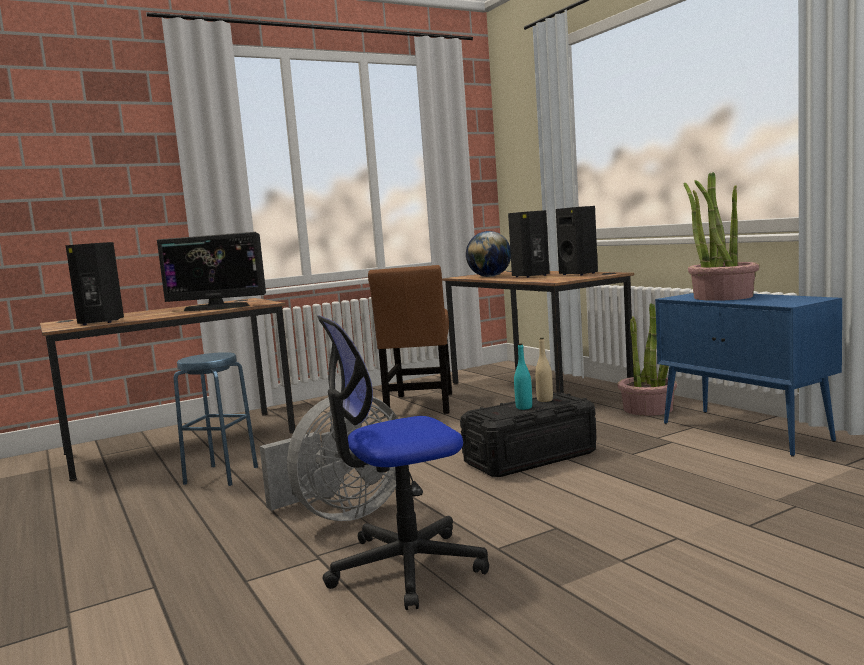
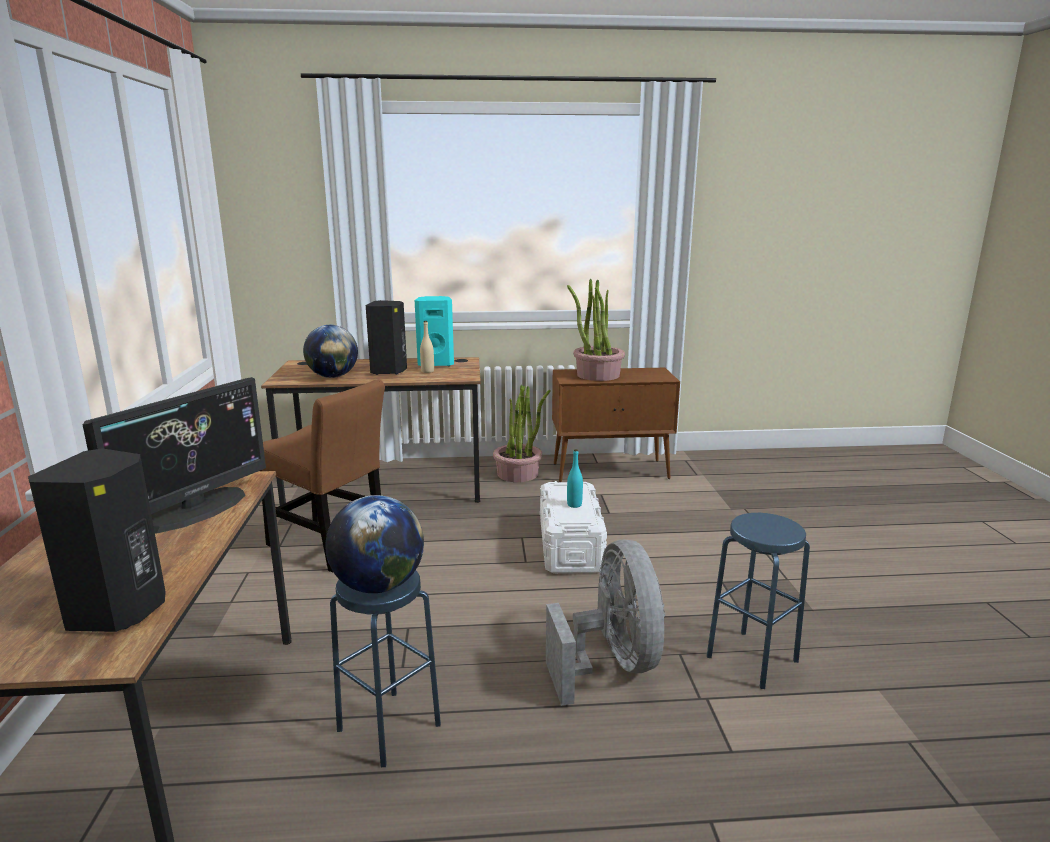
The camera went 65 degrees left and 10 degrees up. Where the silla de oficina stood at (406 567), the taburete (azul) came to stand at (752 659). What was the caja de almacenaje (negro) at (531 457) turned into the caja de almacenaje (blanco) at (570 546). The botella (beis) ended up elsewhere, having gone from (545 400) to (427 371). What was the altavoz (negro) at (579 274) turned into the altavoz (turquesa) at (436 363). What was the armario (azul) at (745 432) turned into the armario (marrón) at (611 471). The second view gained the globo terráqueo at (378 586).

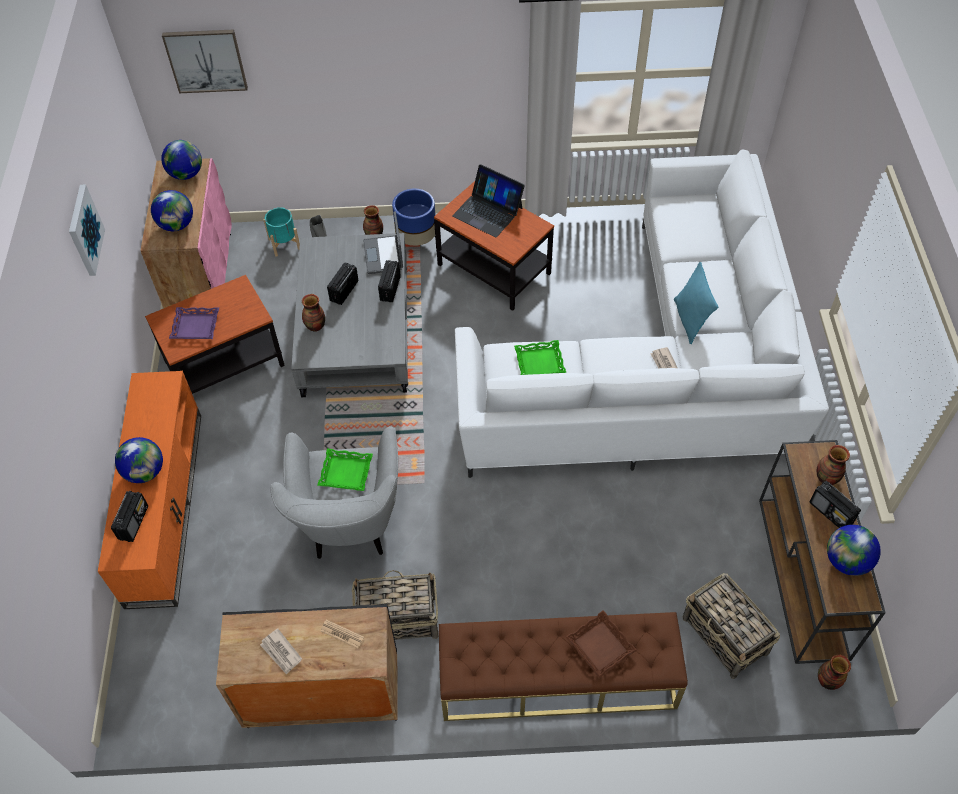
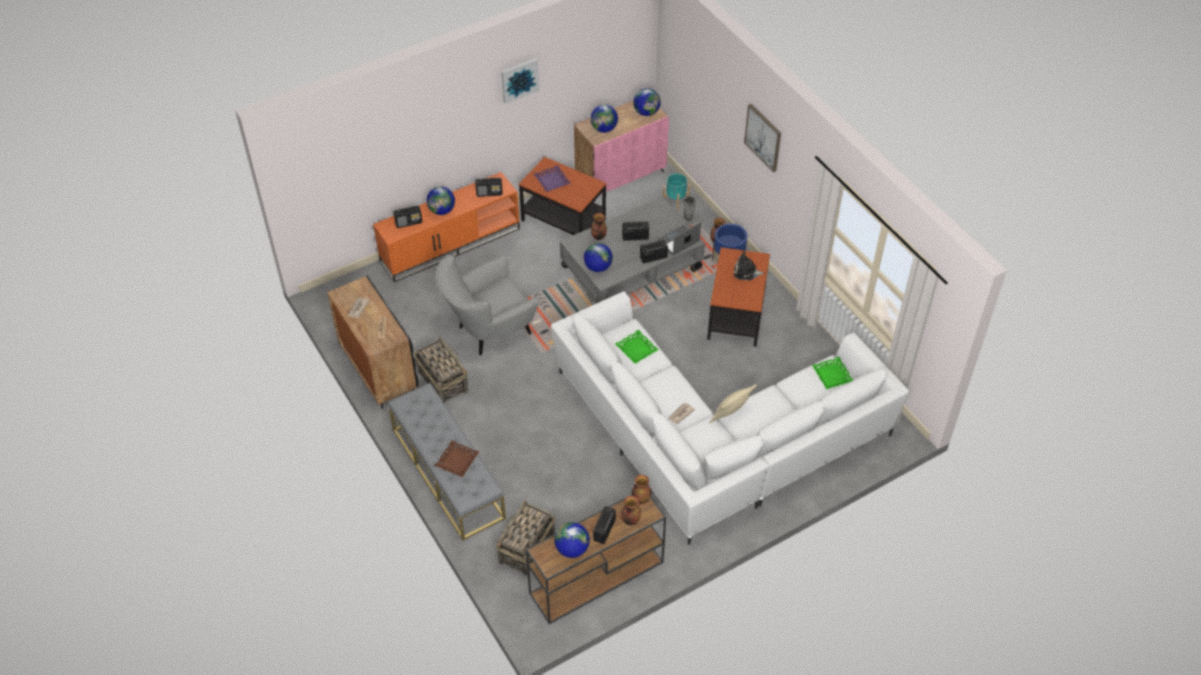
The camera went 60 degrees right and 5 degrees down. The cuadro ended up elsewhere, having gone from (206 60) to (763 137). The bandeja (verde) ended up elsewhere, having gone from (345 473) to (831 375). What was the banco (marrón) at (557 680) turned into the banco (gris) at (447 473). Where the portátil stood at (488 211), the peluche came to stand at (746 272). What was the cojín (turquesa) at (690 320) turned into the cojín (beis) at (730 415). The florero ended up elsewhere, having gone from (827 680) to (640 498). The second view gained the radio at (489 193). The second view gained the globo terráqueo at (597 267).

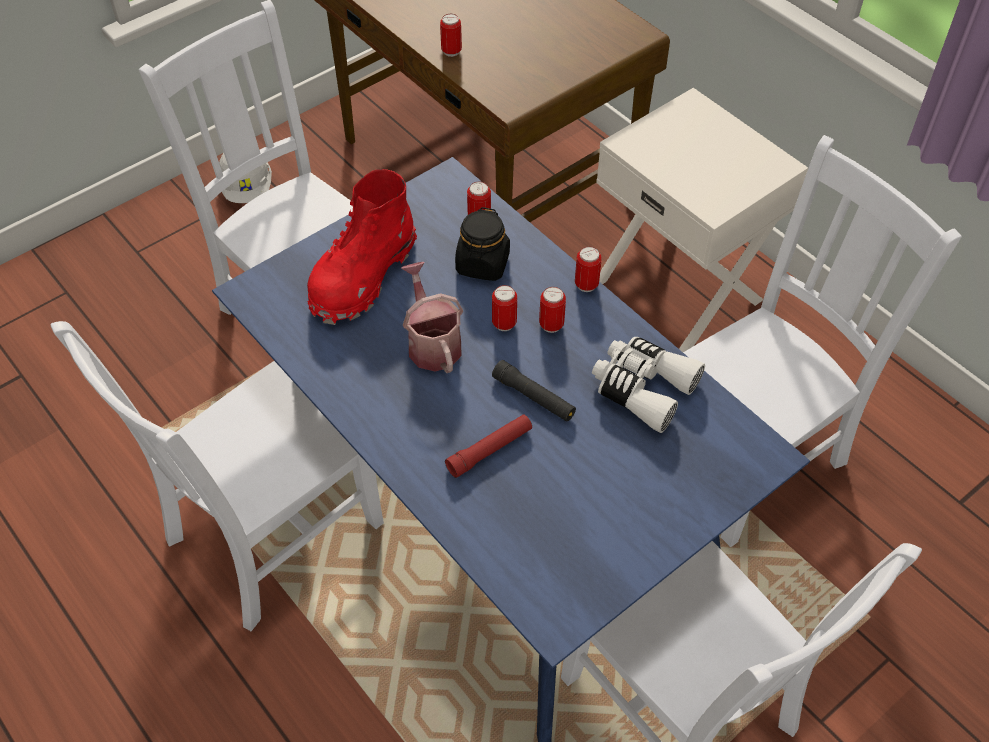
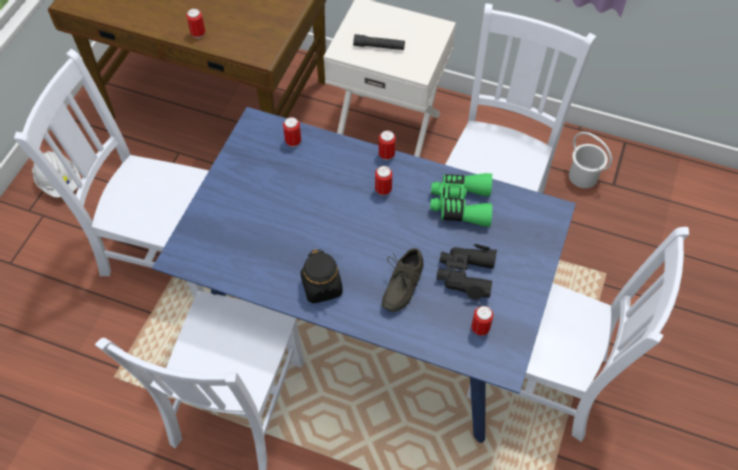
The camera went 30 degrees left and 5 degrees up. The second view lost the bota (rojo) at (362 277). The second view lost the regadera at (432 342). Where the linterna (rojo) stood at (490 450), the zapato (gris) came to stand at (400 285). The tarro (negro) ended up elsewhere, having gone from (482 264) to (322 287). The lata ended up elsewhere, having gone from (504 323) to (480 328). The linterna (negro) ended up elsewhere, having gone from (534 397) to (379 46). What was the prismáticos (blanco) at (642 388) turned into the prismáticos (verde) at (460 204). The second view gained the prismáticos (negro) at (465 274). The second view gained the cubo (blanco) at (583 176).

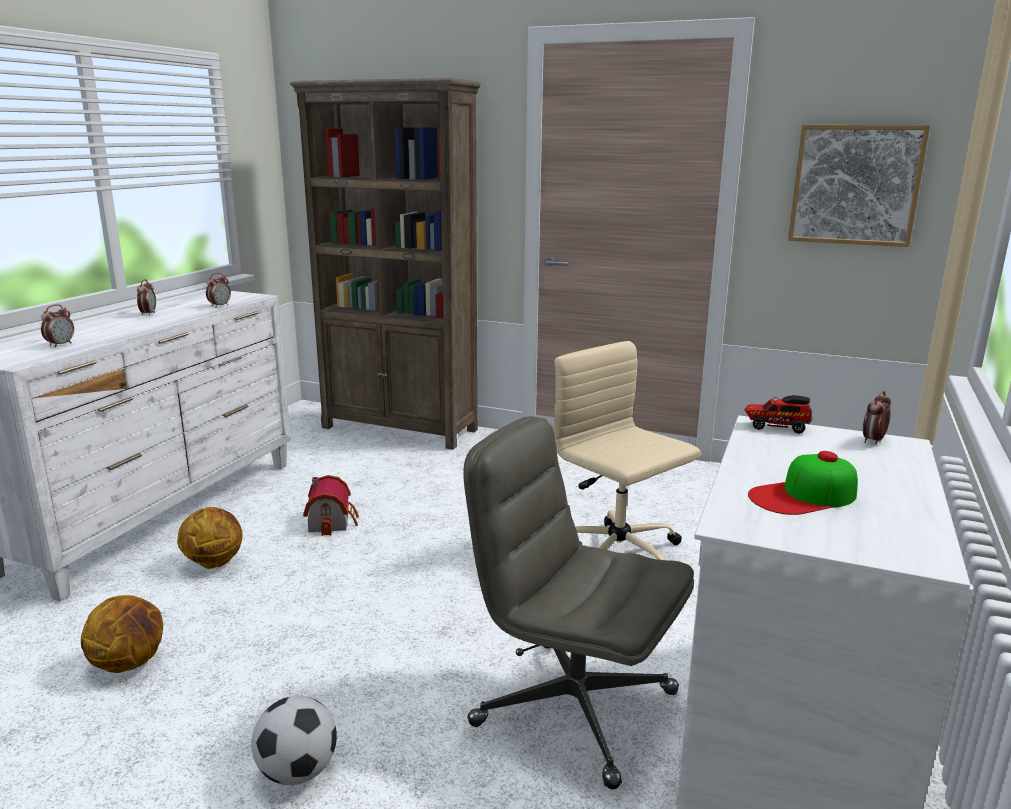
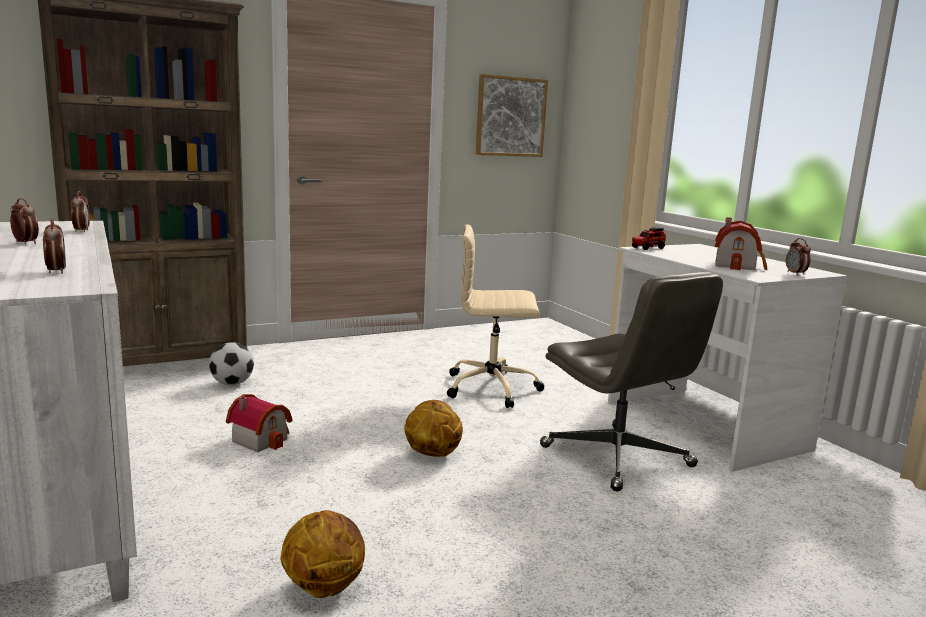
The camera went 50 degrees left and 5 degrees down. The balón de baloncesto ended up elsewhere, having gone from (214 562) to (432 454). The balón de fútbol ended up elsewhere, having gone from (297 772) to (232 383). The silla de oficina (gris) at (572 707) ended up facing another way, 105 degrees counterclockwise from before. Where the gorra stood at (803 496), the casita came to stand at (738 265). The despertador ended up elsewhere, having gone from (873 441) to (795 274).

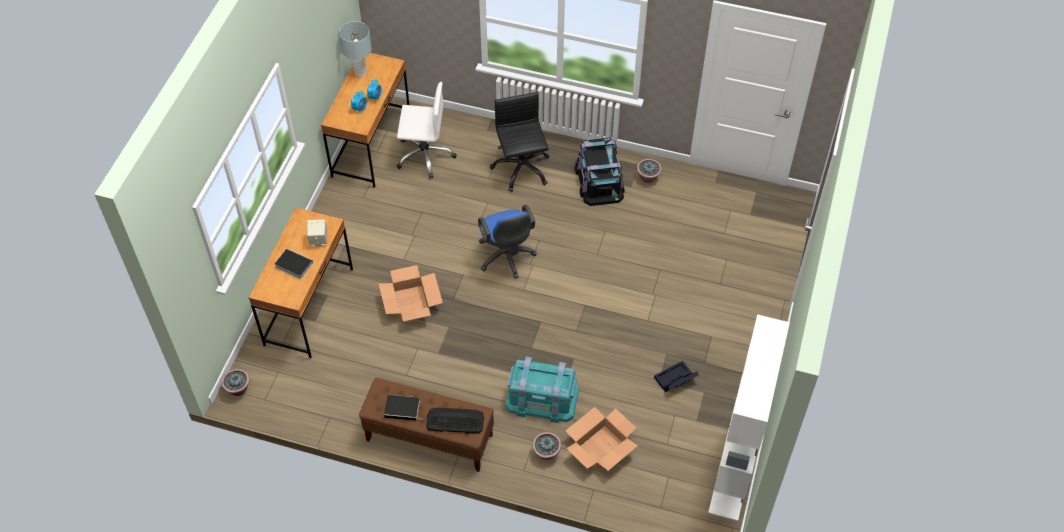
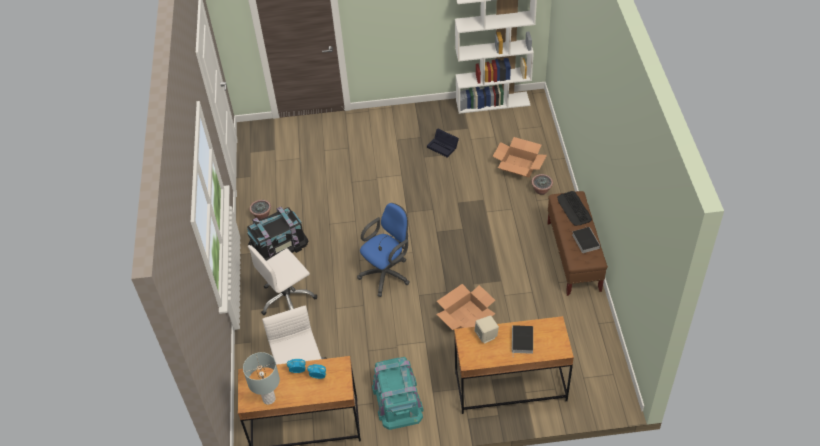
The camera went 110 degrees left and 5 degrees down. The second view lost the planta en maceta at (238 389). What was the silla de oficina (negro) at (521 169) turned into the silla de oficina (blanco) at (287 299). The caja de almacenaje (turquesa) ended up elsewhere, having gone from (541 398) to (398 399).

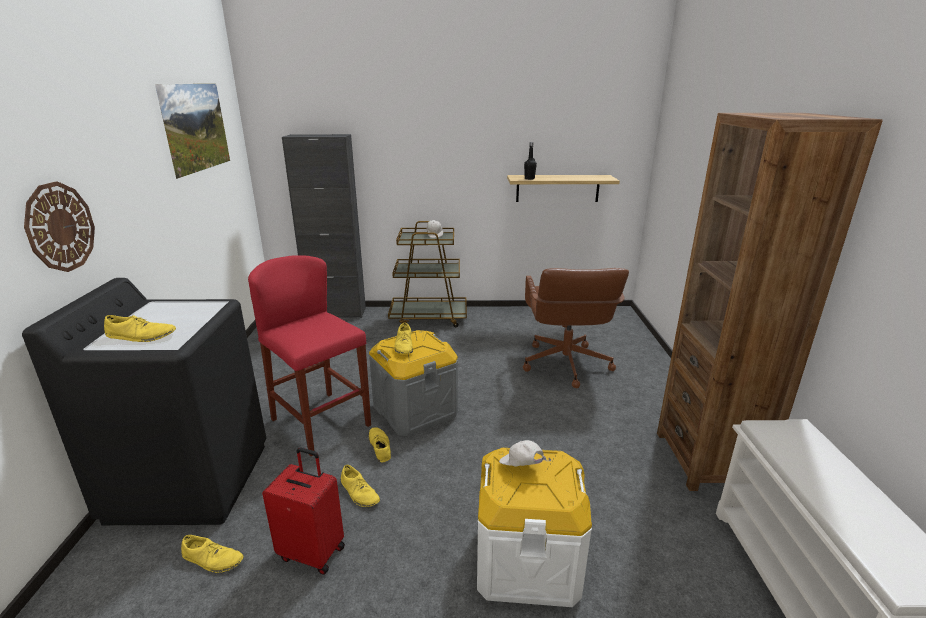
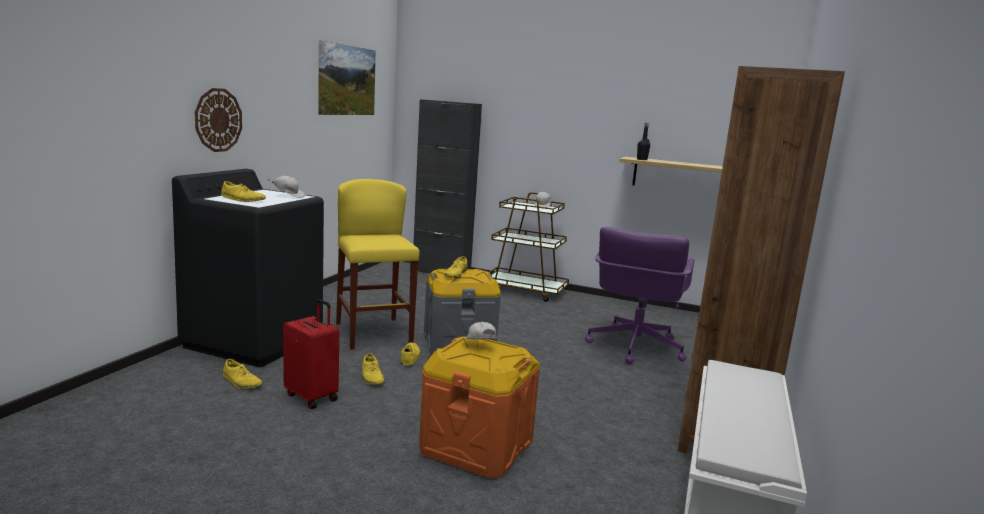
The camera went 20 degrees right and 10 degrees down. What was the taburete (rojo) at (321 422) turned into the taburete (amarillo) at (373 333). What was the caja de almacenaje (blanco) at (527 560) turned into the caja de almacenaje (naranja) at (476 446). What was the silla de oficina (marrón) at (565 364) turned into the silla de oficina (morado) at (634 347). The second view gained the gorra (blanco) at (288 196).

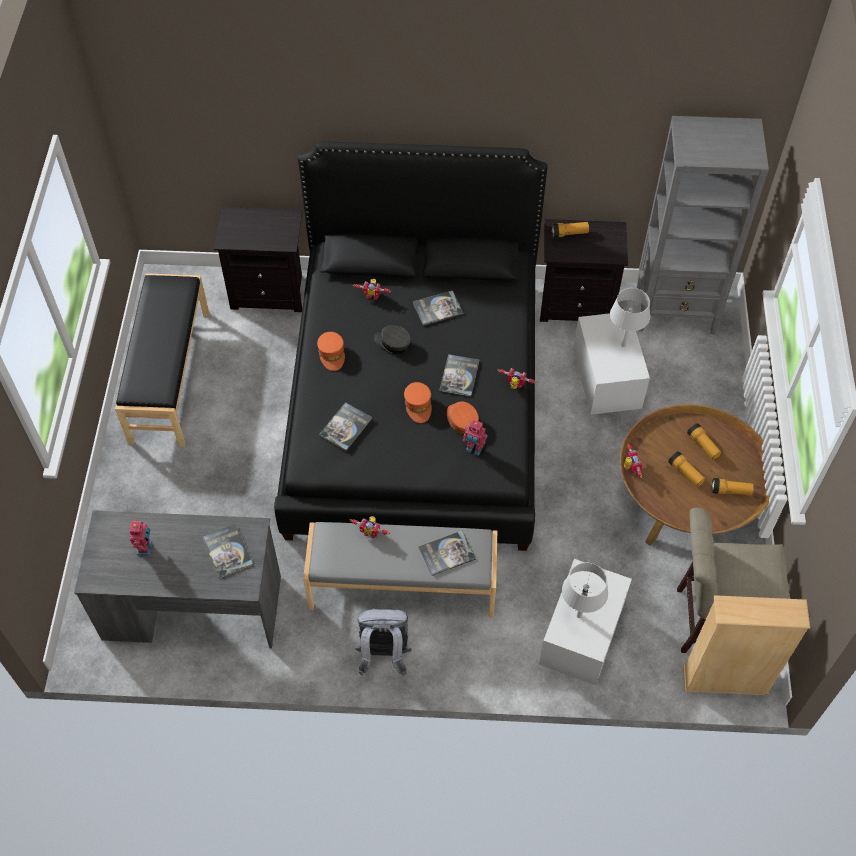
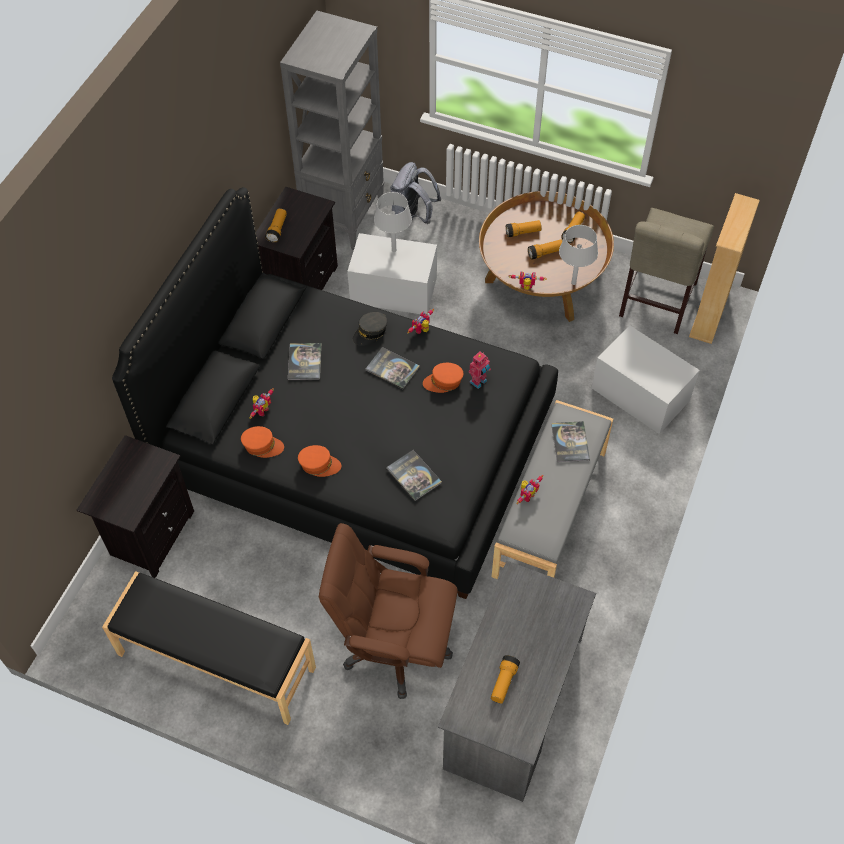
The camera went 70 degrees left and 0 degrees up. Where the robot de juguete stood at (145 548), the linterna came to stand at (503 682). The second view lost the libro at (227 551). The mochila (gris) ended up elsewhere, having gone from (384 655) to (413 217). The gorra (gris) ended up elsewhere, having gone from (392 343) to (370 332). The gorra (naranja) ended up elsewhere, having gone from (418 405) to (262 446). The lámpara de mesa (gris) ended up elsewhere, having gone from (579 615) to (573 283). The second view gained the silla de oficina (marrón) at (394 646).

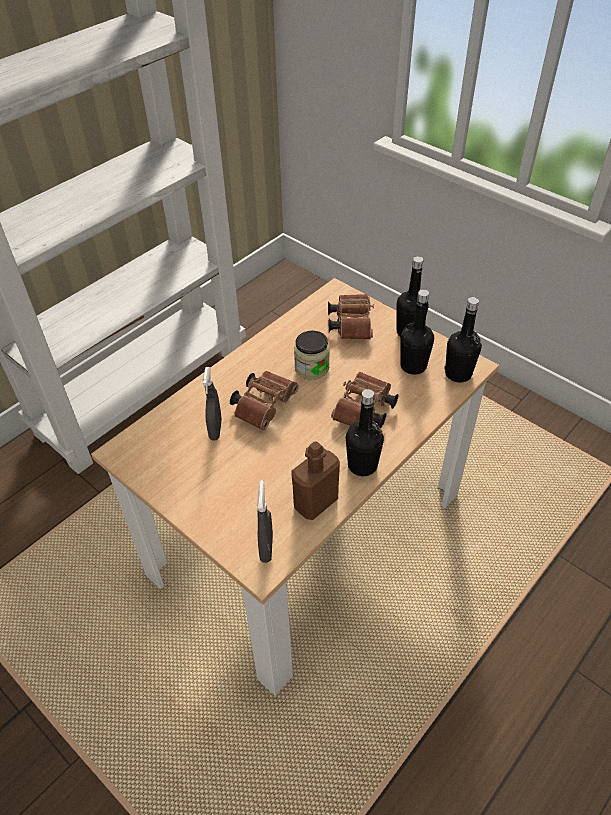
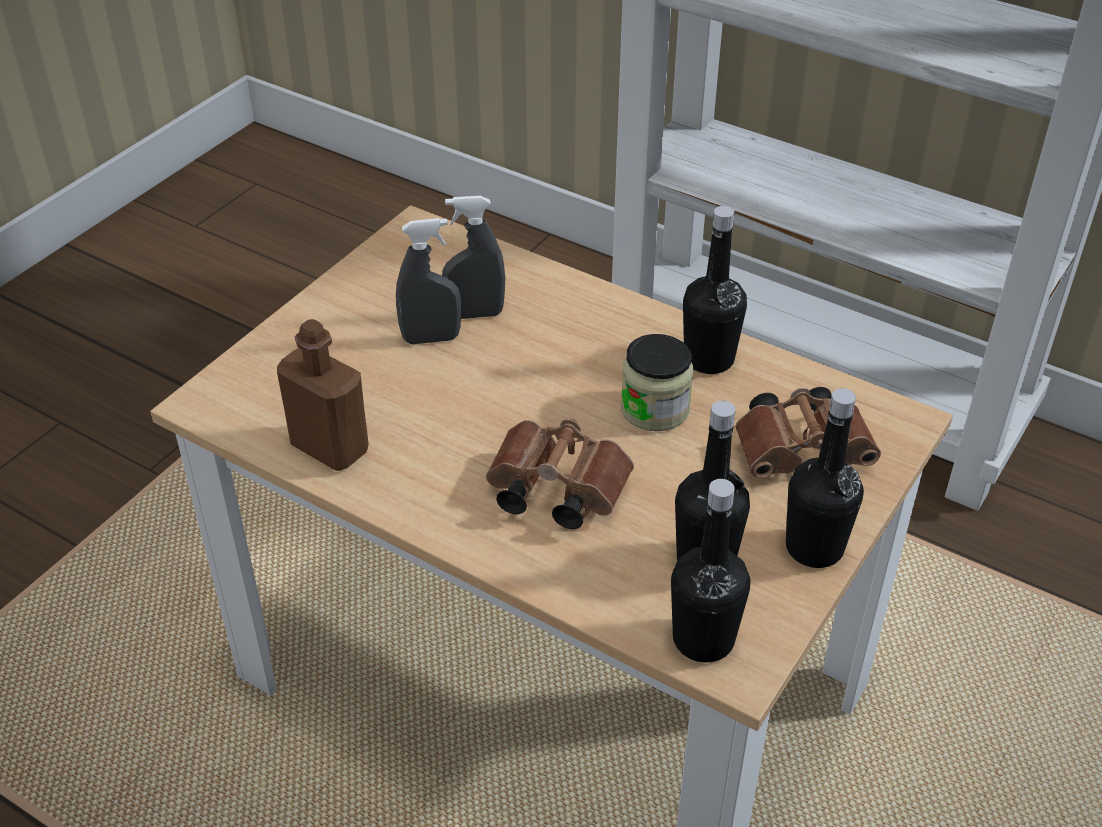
The camera went 80 degrees right and 5 degrees down. The second view lost the prismáticos (marrón) at (265 405). The pulverizador (gris) ended up elsewhere, having gone from (266 548) to (431 338). The botella (negro) ended up elsewhere, having gone from (362 465) to (709 359).

